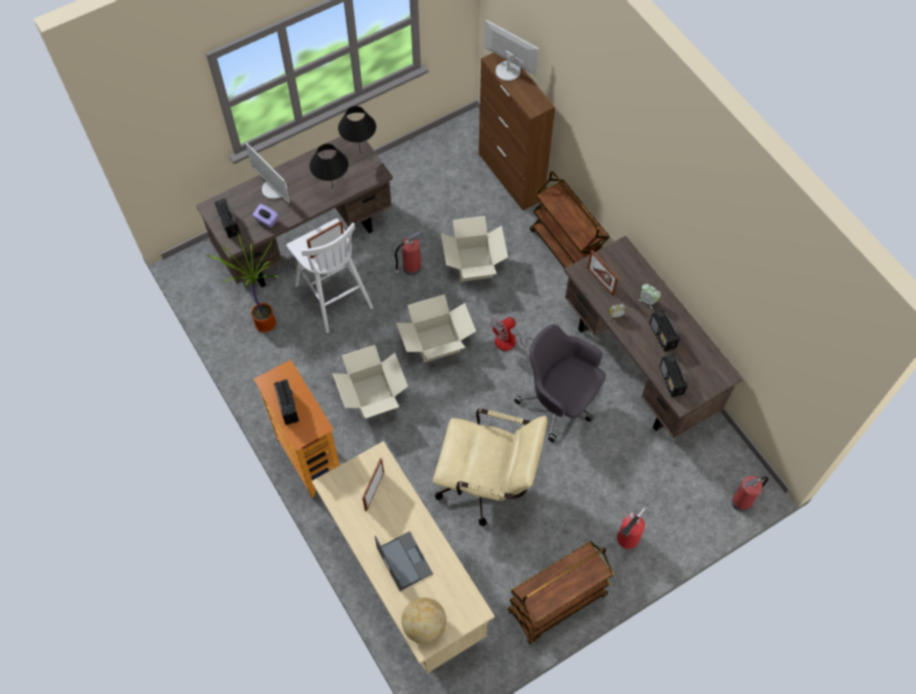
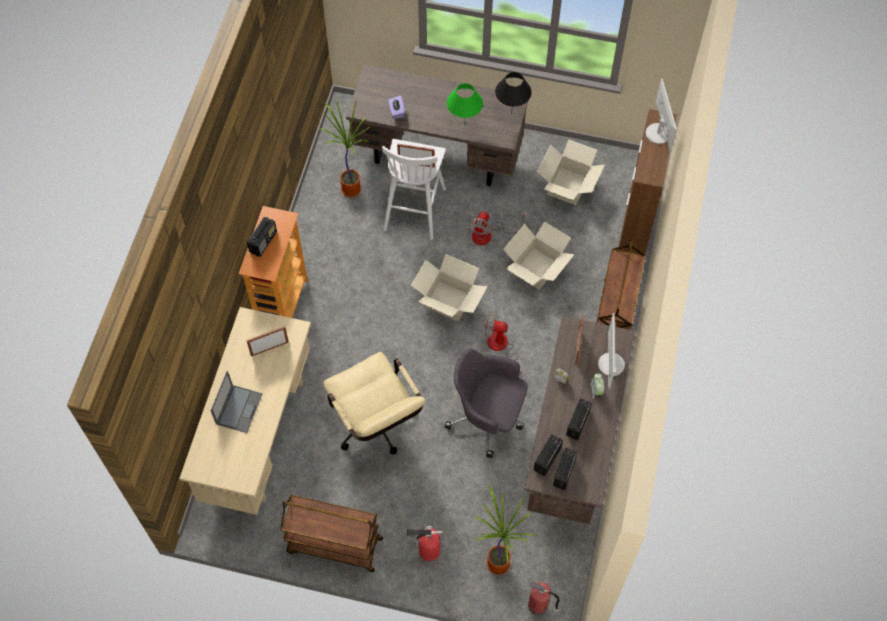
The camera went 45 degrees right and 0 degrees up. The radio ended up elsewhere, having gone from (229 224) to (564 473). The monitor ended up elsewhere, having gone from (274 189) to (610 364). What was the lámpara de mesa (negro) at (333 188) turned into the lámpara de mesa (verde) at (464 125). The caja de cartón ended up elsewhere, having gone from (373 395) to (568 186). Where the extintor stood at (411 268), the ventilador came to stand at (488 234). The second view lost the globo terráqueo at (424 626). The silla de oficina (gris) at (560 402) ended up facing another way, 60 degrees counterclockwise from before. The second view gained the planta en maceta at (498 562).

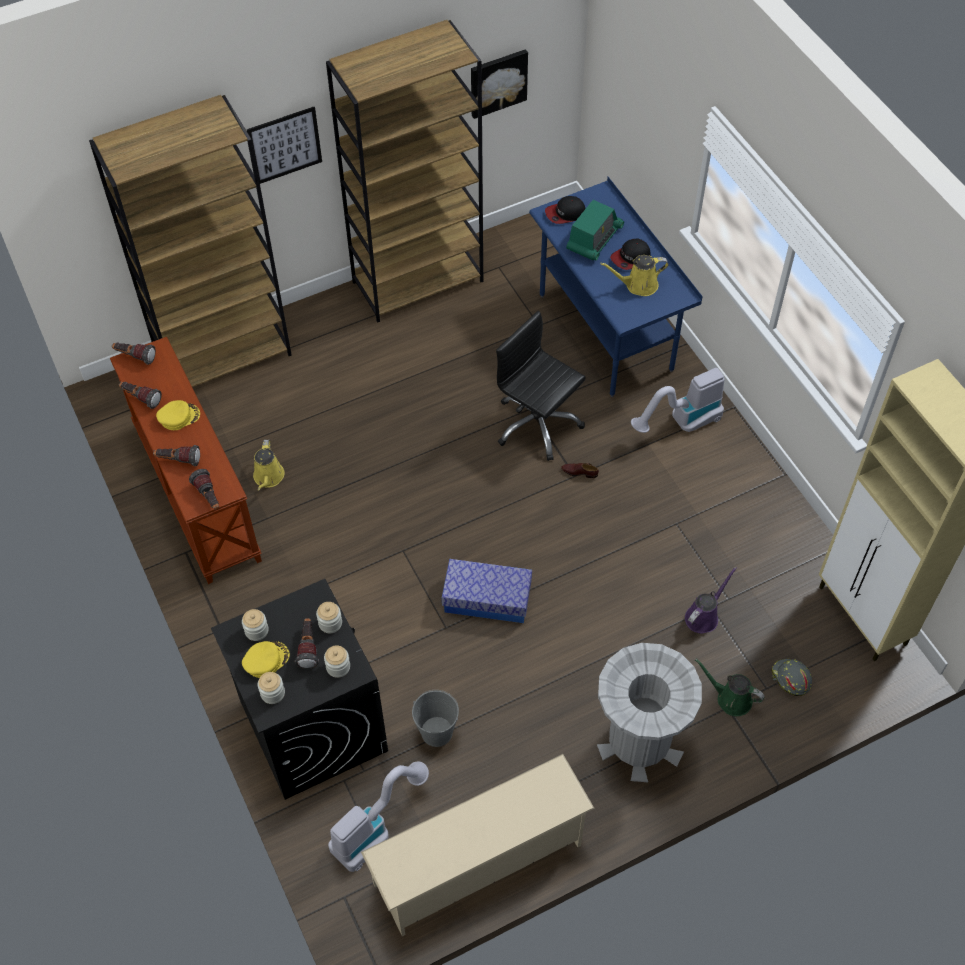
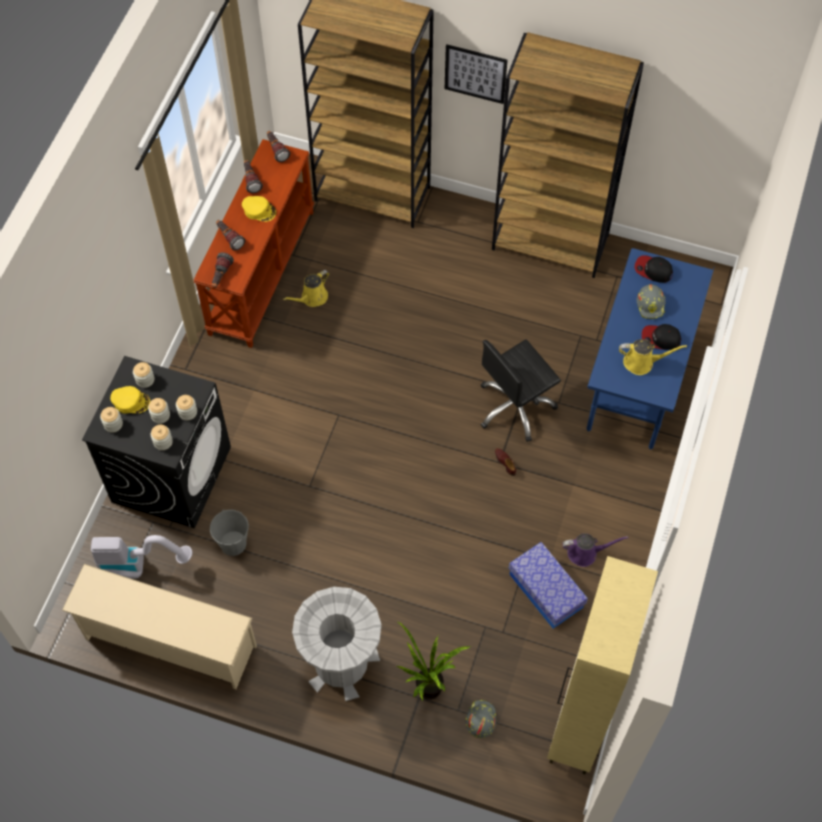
The camera went 45 degrees right and 5 degrees up. Where the linterna stood at (308 647), the tarro came to stand at (160 415). The caja de almacenaje ended up elsewhere, having gone from (487 599) to (545 591). The second view lost the cuadro at (497 82). The silla de oficina (negro) at (537 424) ended up facing another way, 120 degrees counterclockwise from before. Where the radio stood at (594 239), the casco (gris) came to stand at (651 304). The regadera (amarillo) at (638 285) ended up facing another way, 150 degrees clockwise from before. The second view lost the aspiradora at (681 423). The regadera (morado) ended up elsewhere, having gone from (703 616) to (585 553). Where the regadera (verde) stood at (730 698), the planta en maceta came to stand at (427 694).

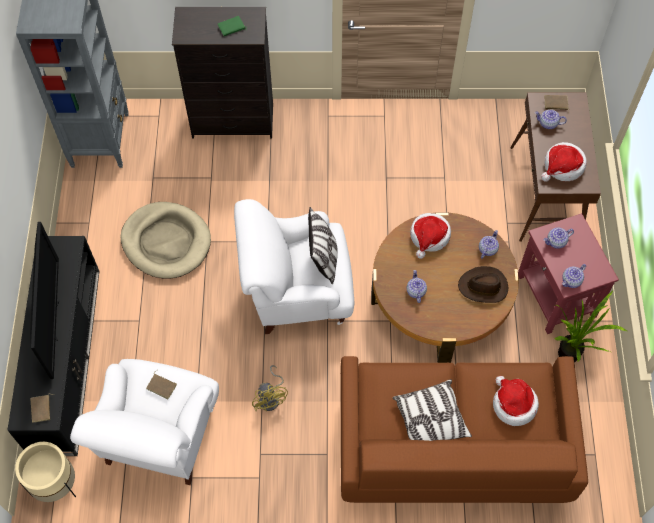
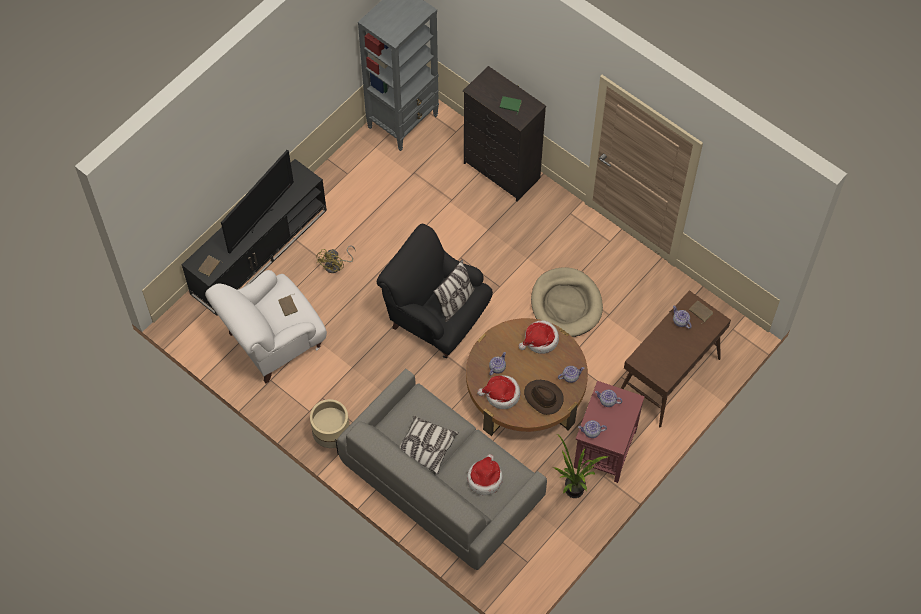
The camera went 40 degrees right and 0 degrees up. The maceta (beis) ended up elsewhere, having gone from (55 484) to (332 437). The cama para perro (beis) ended up elsewhere, having gone from (166 242) to (566 304). What was the sillón (blanco) at (297 293) turned into the sillón (negro) at (436 317). The ventilador (amarillo) ended up elsewhere, having gone from (271 398) to (336 265). What was the sofá (marrón) at (451 446) turned into the sofá (gris) at (442 485). The sombrero ended up elsewhere, having gone from (562 166) to (501 395).

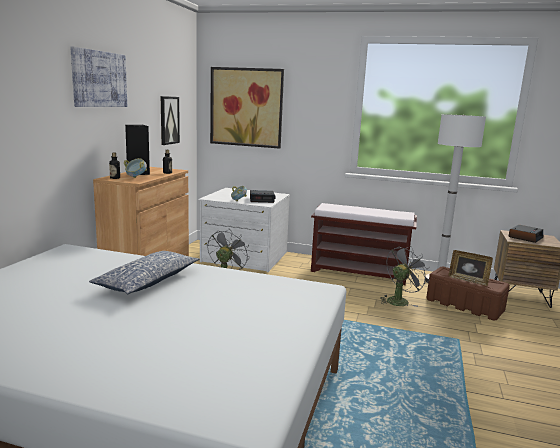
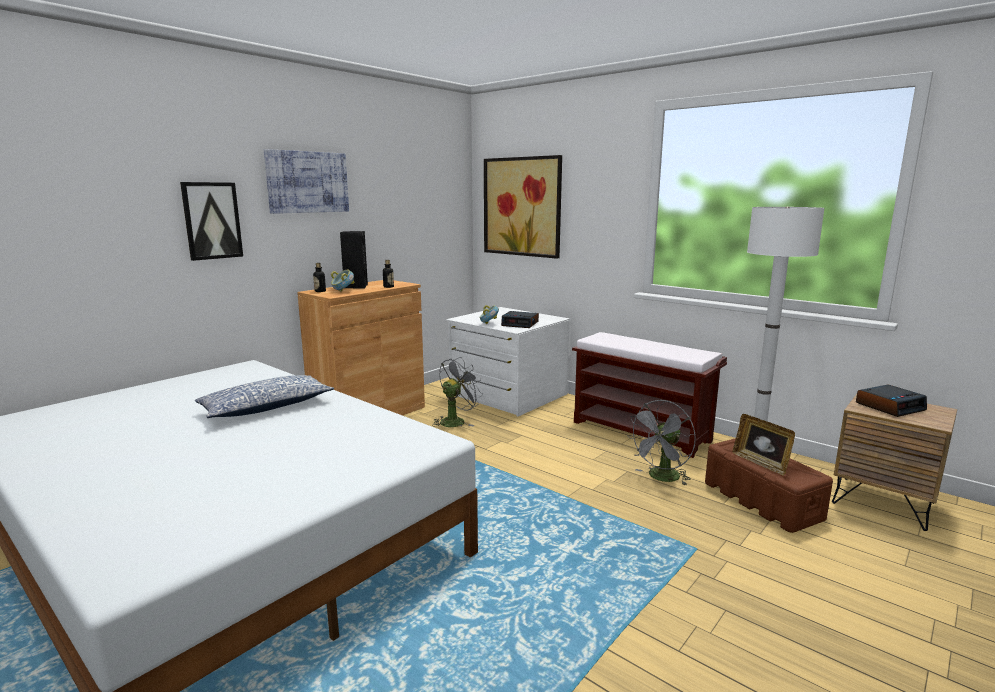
The camera went 25 degrees right and 0 degrees up. The cuadro ended up elsewhere, having gone from (169 120) to (212 220). The ventilador (gris) at (399 300) ended up facing another way, 150 degrees clockwise from before.

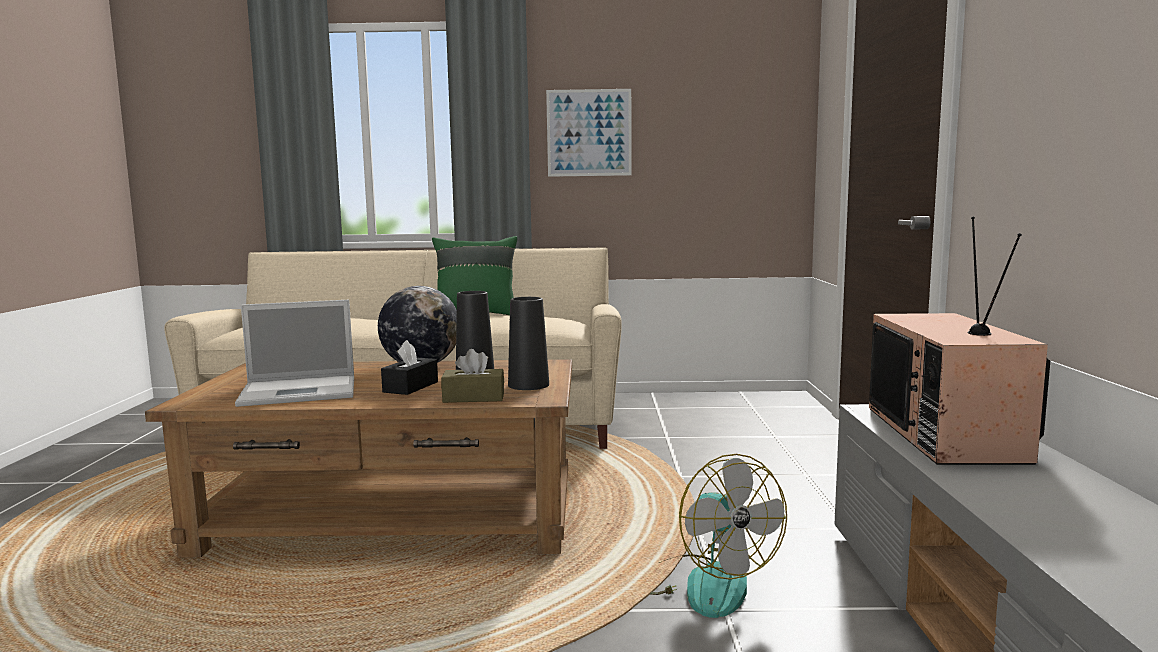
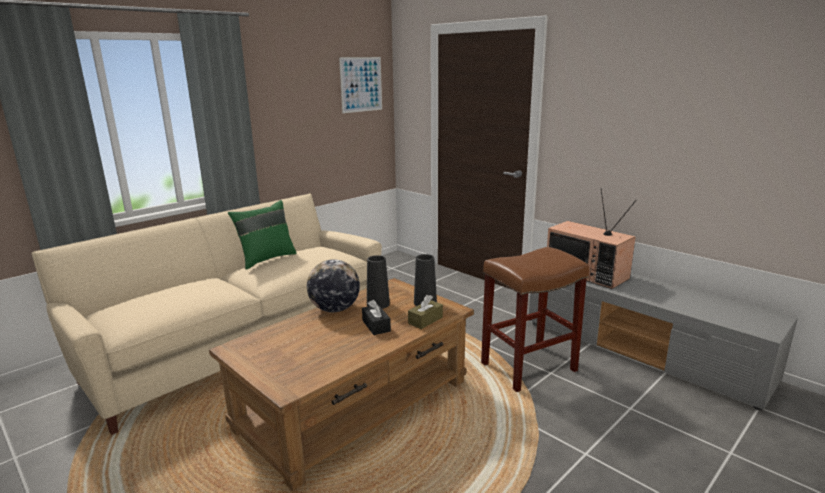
The camera went 45 degrees left and 10 degrees up. The second view lost the portátil at (301 391). The cuadro ended up elsewhere, having gone from (589 133) to (361 84). Where the ventilador stood at (704 584), the taburete (marrón) came to stand at (529 366).

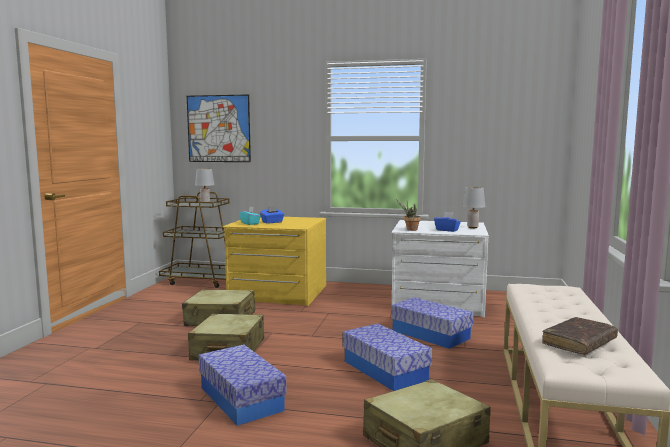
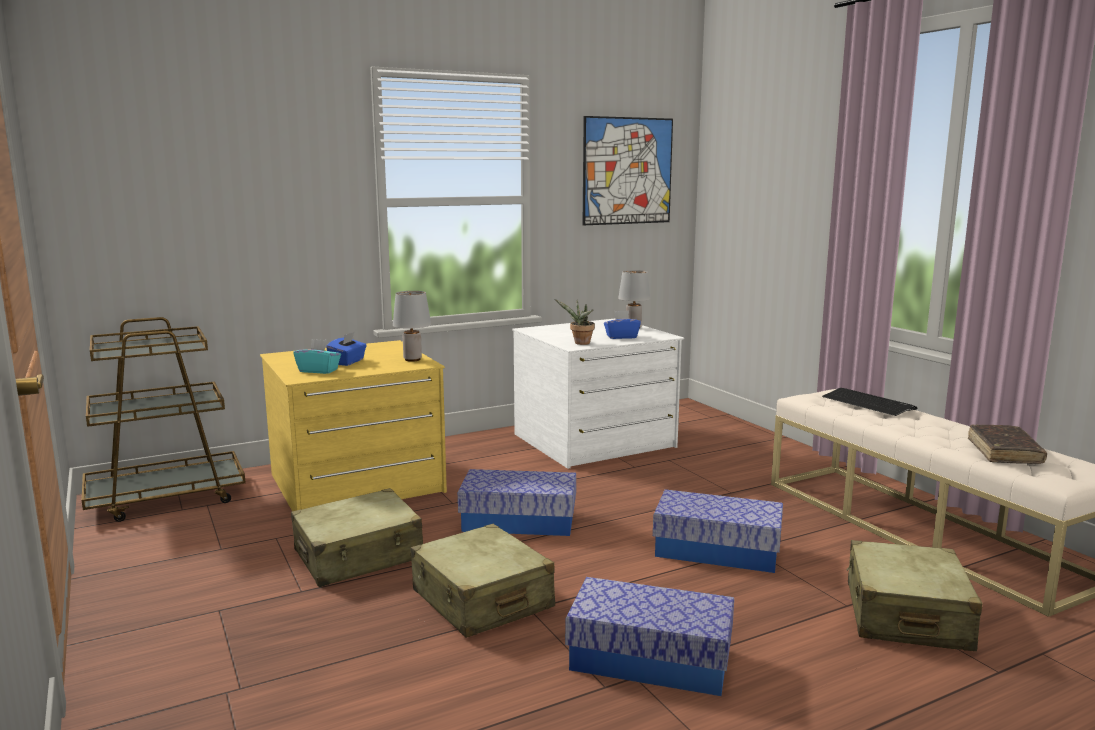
The camera went 40 degrees left and 5 degrees up. The cuadro ended up elsewhere, having gone from (218 128) to (627 171). The lámpara de mesa (gris) ended up elsewhere, having gone from (205 202) to (412 359). The caja de almacenaje ended up elsewhere, having gone from (430 334) to (519 521). The second view gained the teclado at (868 403).

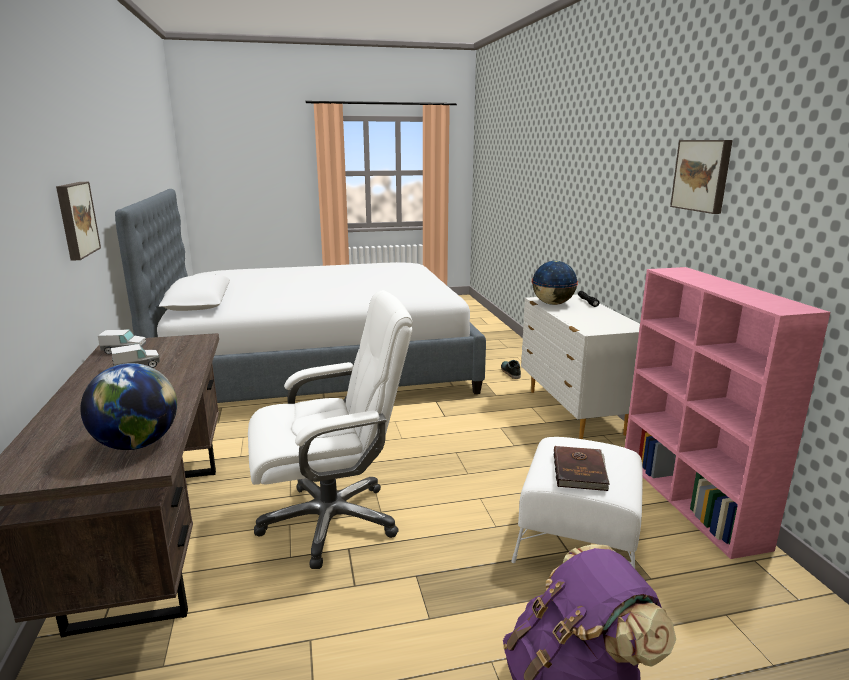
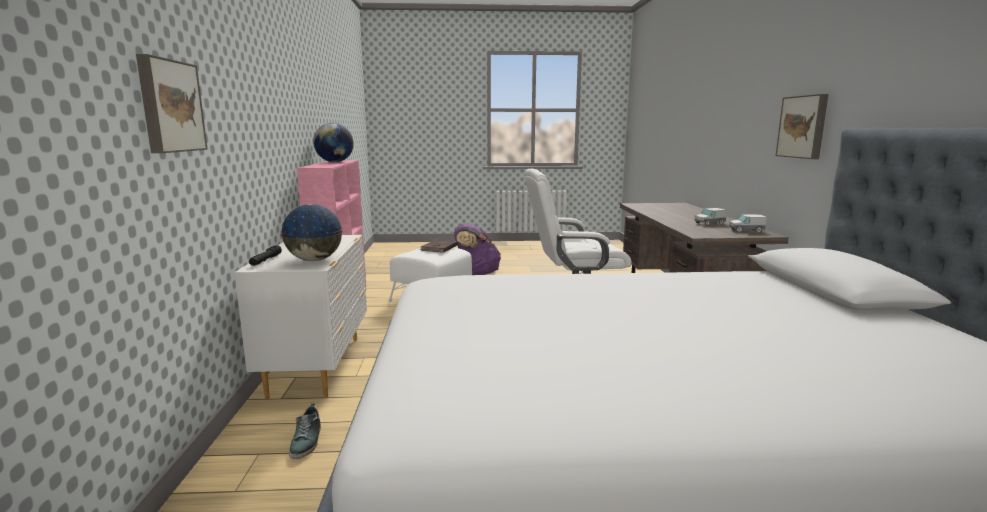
The camera went 170 degrees left and 5 degrees down. The globo terráqueo ended up elsewhere, having gone from (137 444) to (334 162). The cuadro ended up elsewhere, having gone from (702 175) to (169 106).

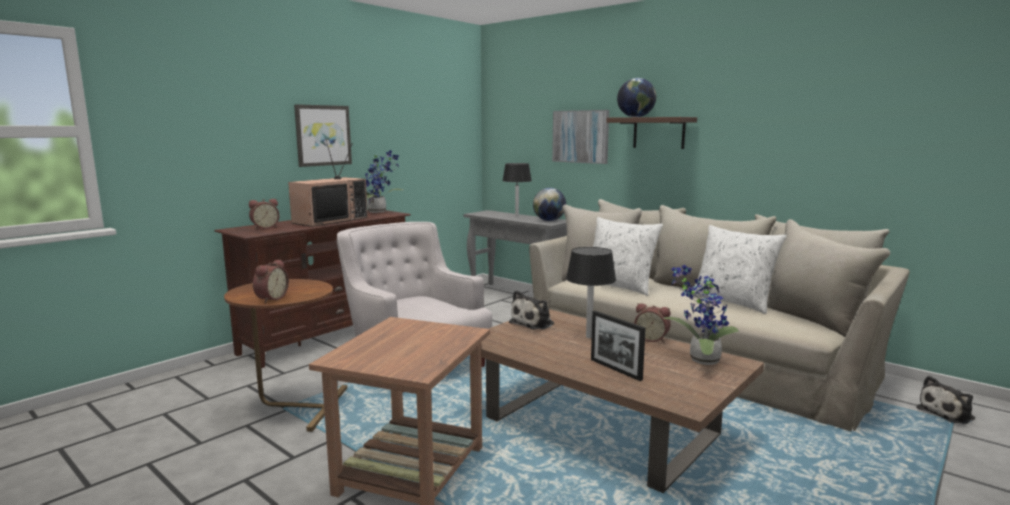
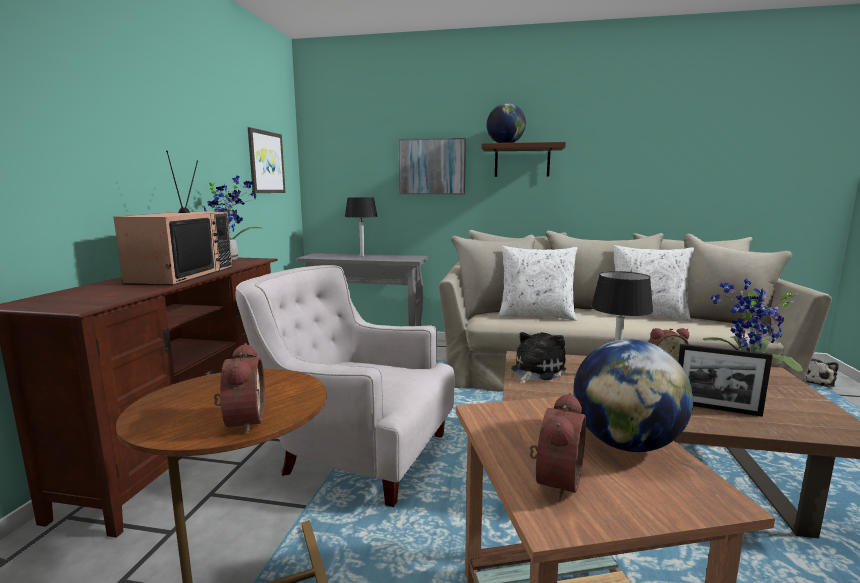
The camera went 30 degrees left and 0 degrees up. The despertador ended up elsewhere, having gone from (265 227) to (554 481). The cuadro ended up elsewhere, having gone from (323 135) to (266 162). The peluche at (534 323) ended up facing another way, 150 degrees counterclockwise from before. The globo terráqueo ended up elsewhere, having gone from (549 220) to (625 444).

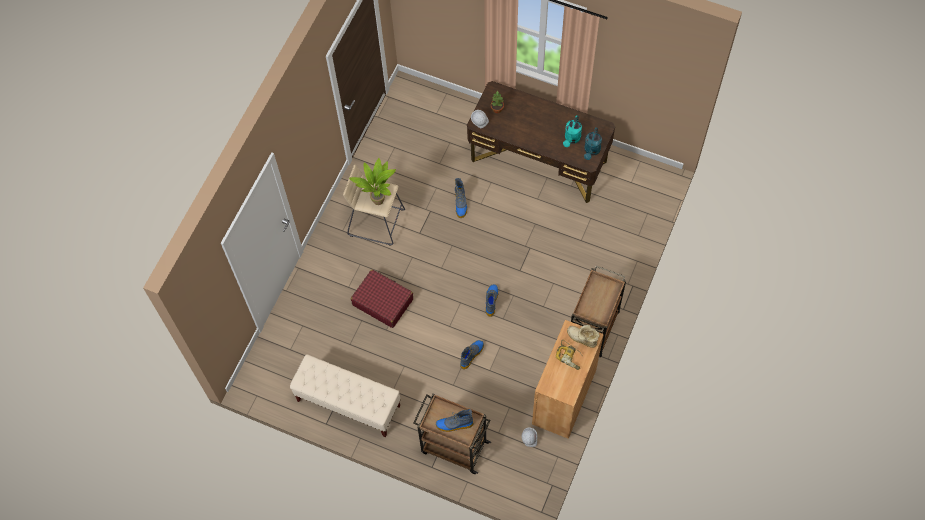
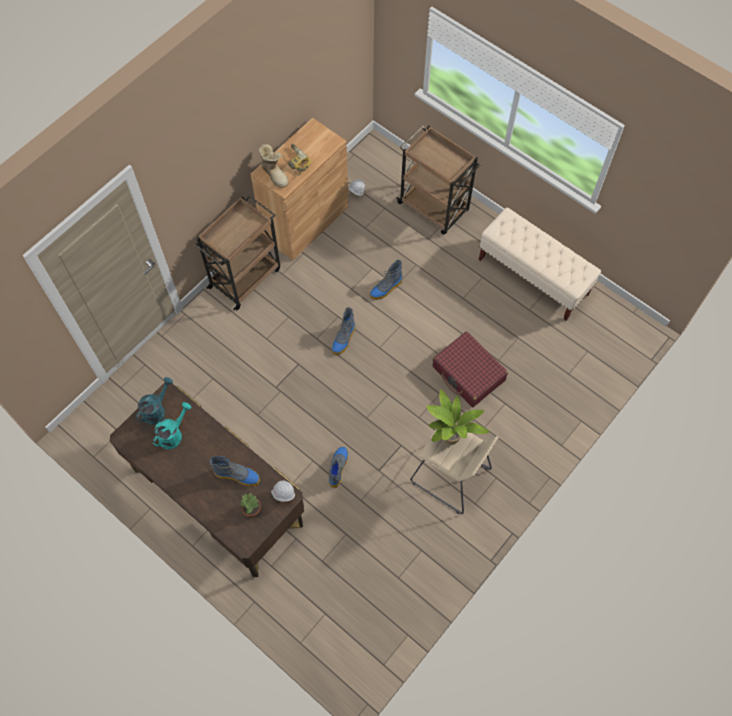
The camera went 165 degrees left and 0 degrees up. The bota ended up elsewhere, having gone from (454 425) to (237 475).

